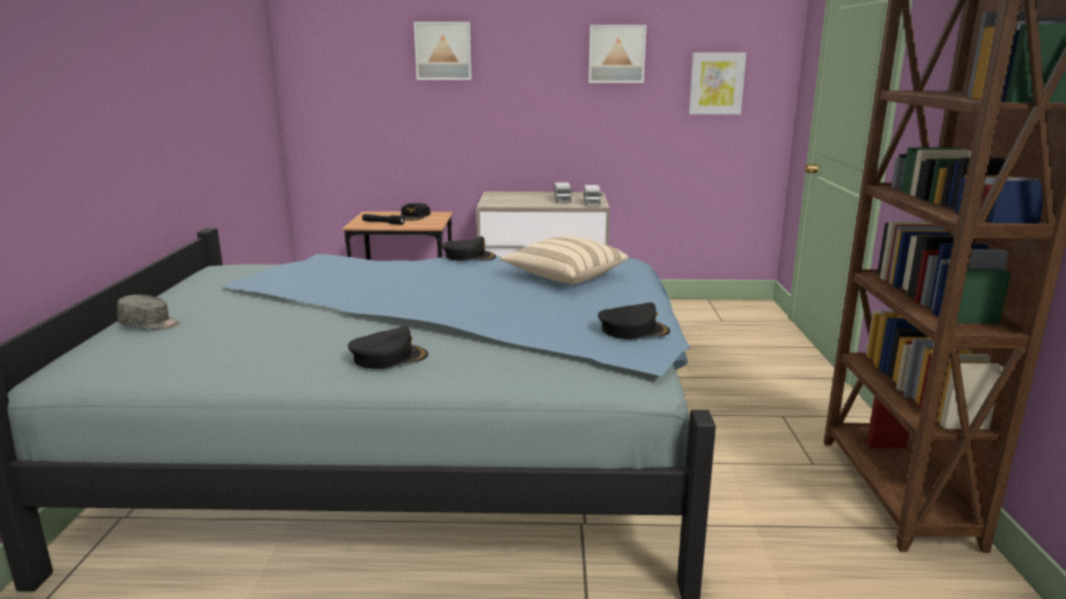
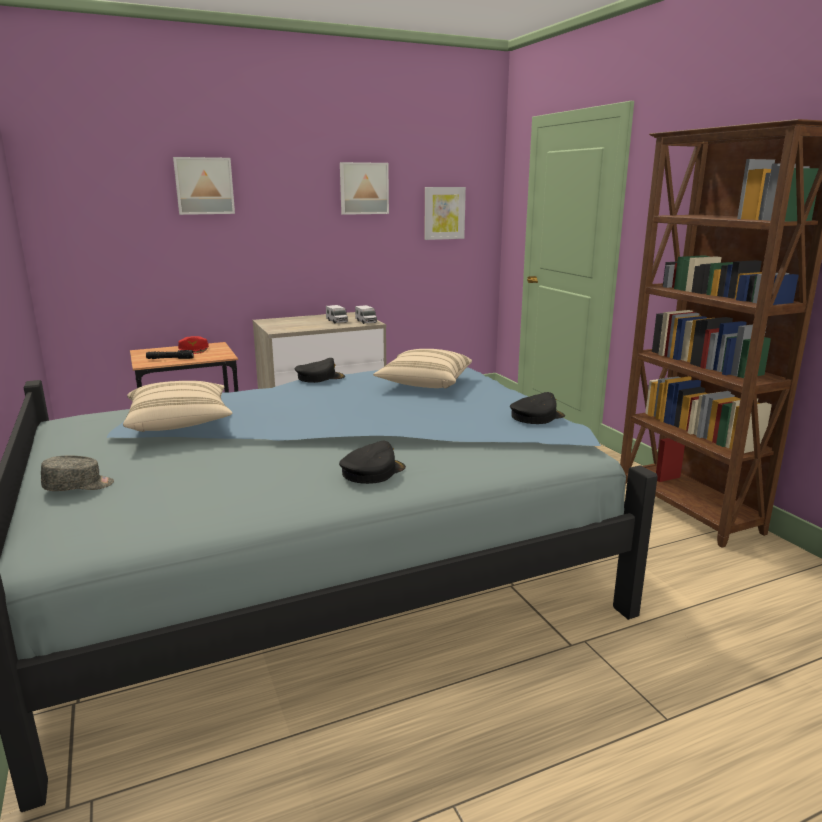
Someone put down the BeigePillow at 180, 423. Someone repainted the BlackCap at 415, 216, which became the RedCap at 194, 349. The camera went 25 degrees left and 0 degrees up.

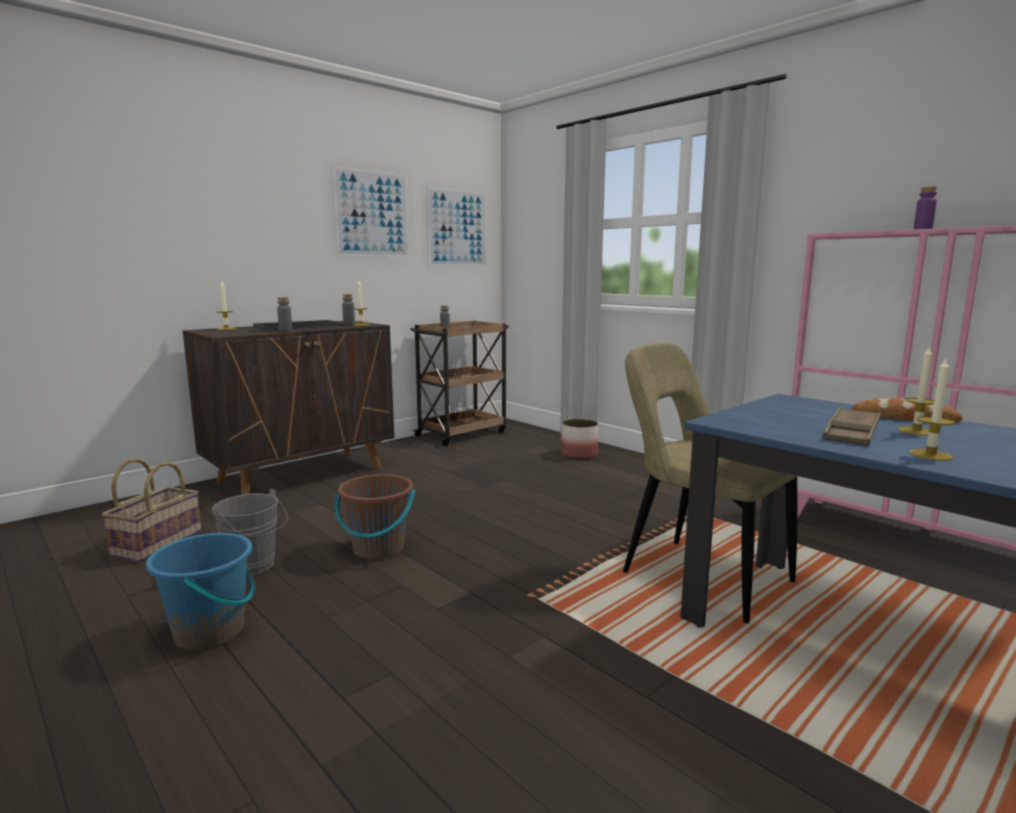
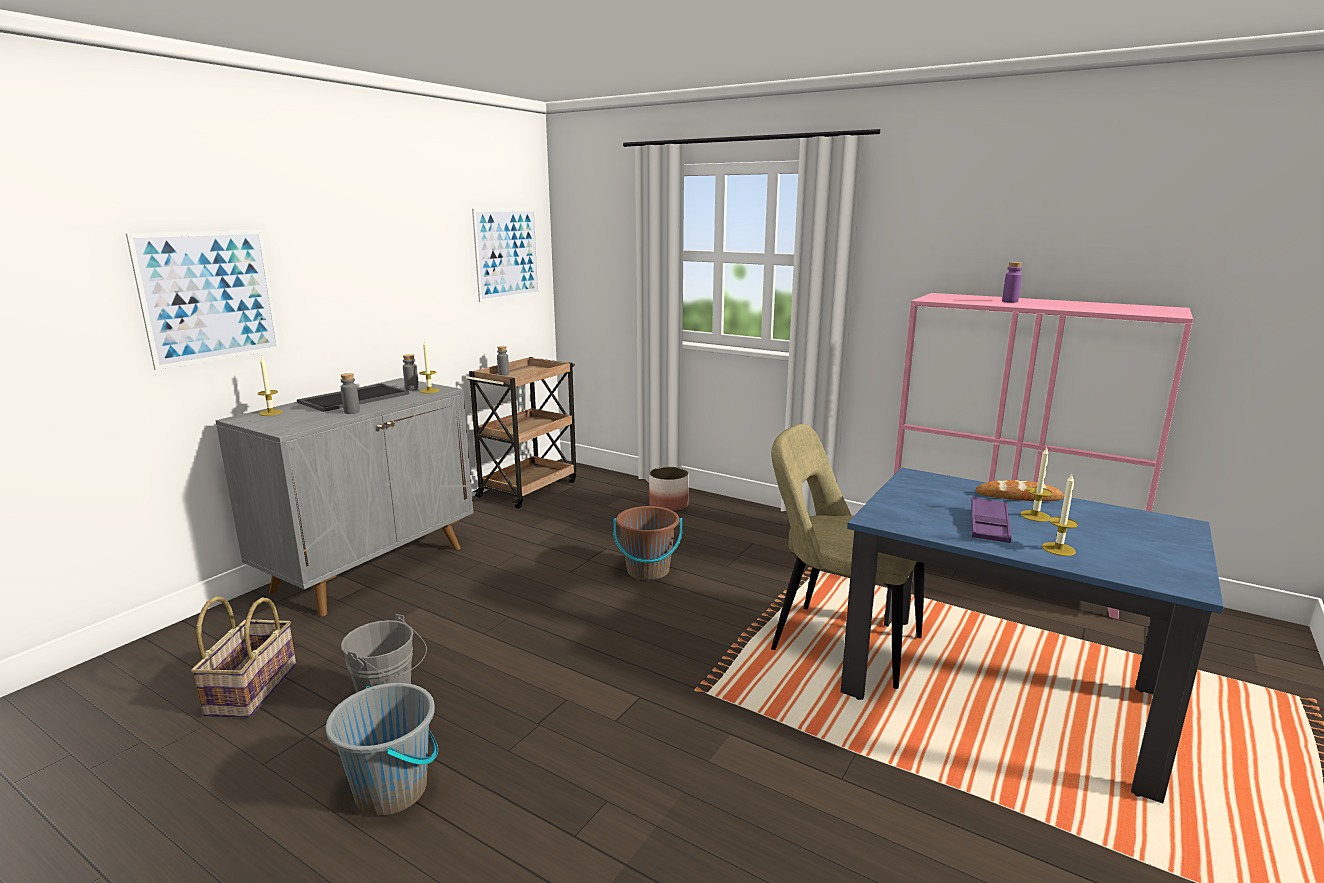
Someone carried the Picture from 372, 214 to 209, 296. Someone carried the BrownBucket from 378, 549 to 648, 571. Someone repainted the BlueBucket at 210, 632, which became the GreyBucket at 392, 790. Someone repainted the BrownCabinet at 303, 474, which became the GreyCabinet at 372, 568. Someone repainted the BrownTray at 851, 433, which became the PurpleTray at 989, 525. The camera went 15 degrees left and 5 degrees up.

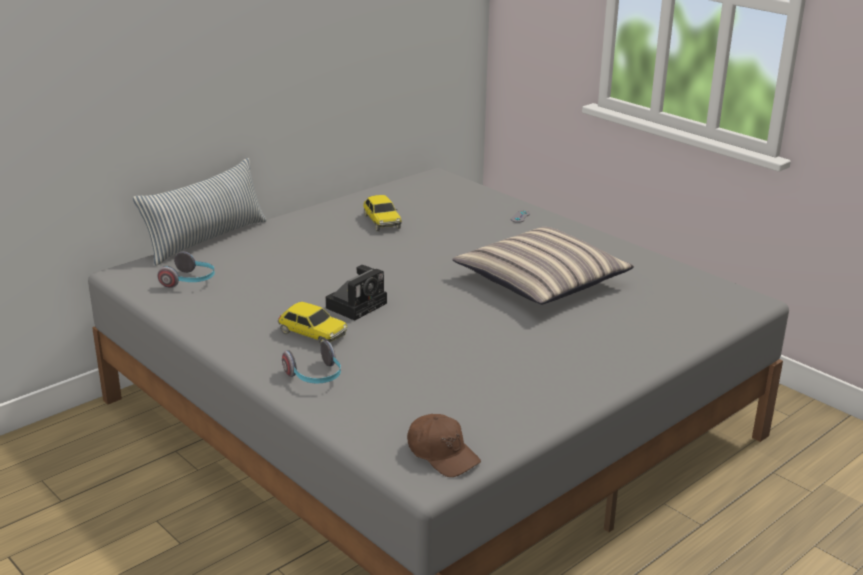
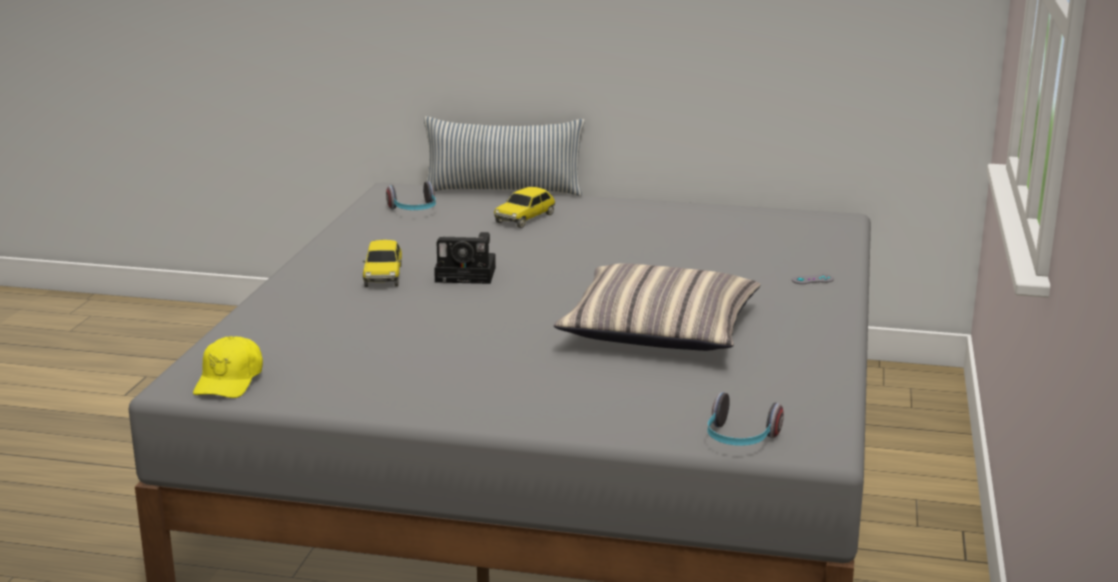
Someone carried the Headphones from 315, 377 to 739, 440. Someone carried the ToyCar from 381, 221 to 525, 218. Someone repainted the BrownCap at 442, 454, which became the YellowCap at 230, 381. The camera went 55 degrees right and 5 degrees down.

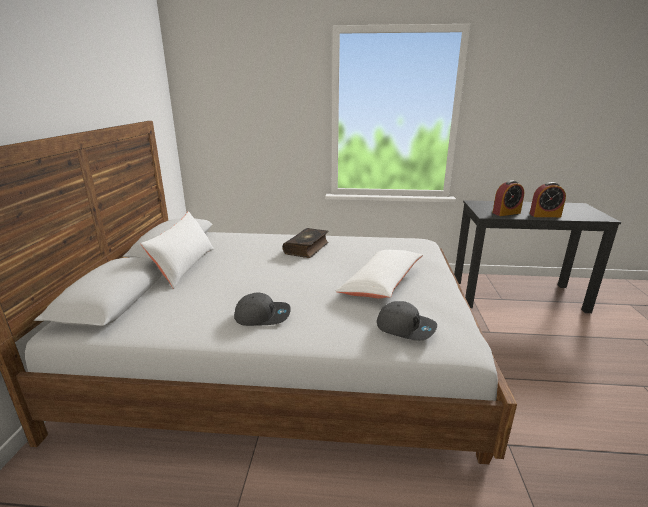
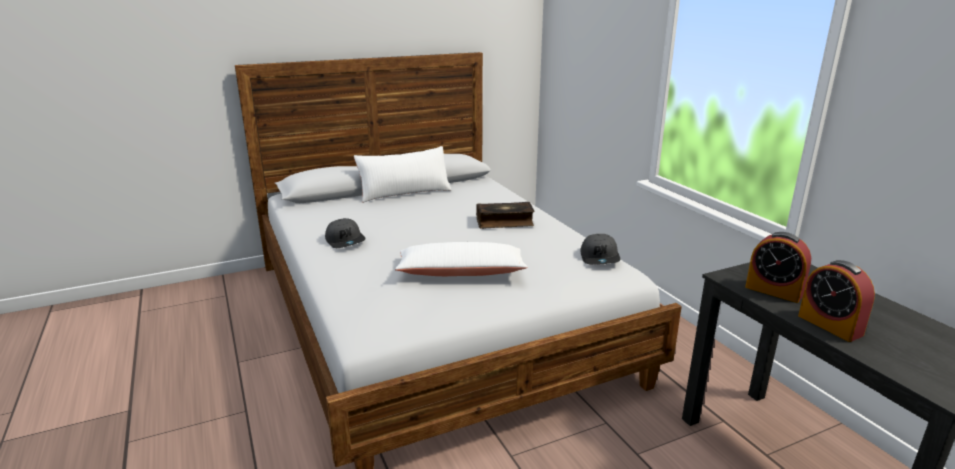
Someone carried the GreyCap from 405, 327 to 600, 258. The camera went 60 degrees right and 0 degrees up.

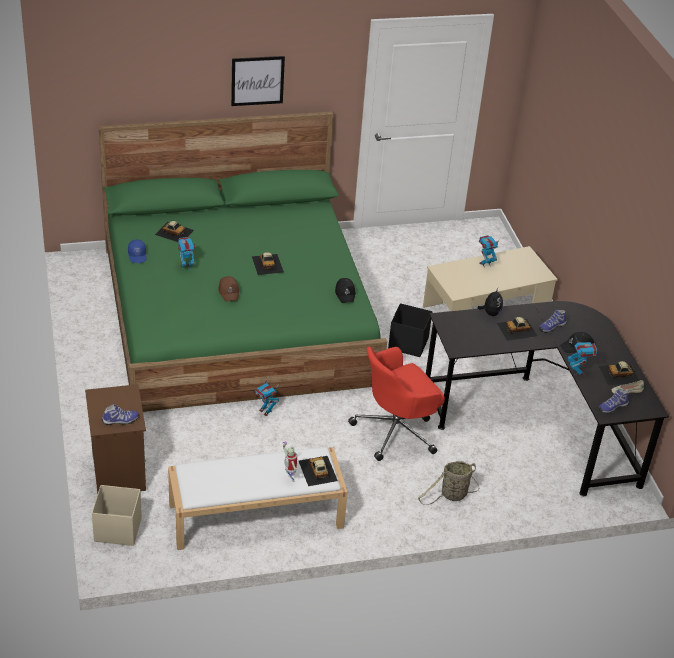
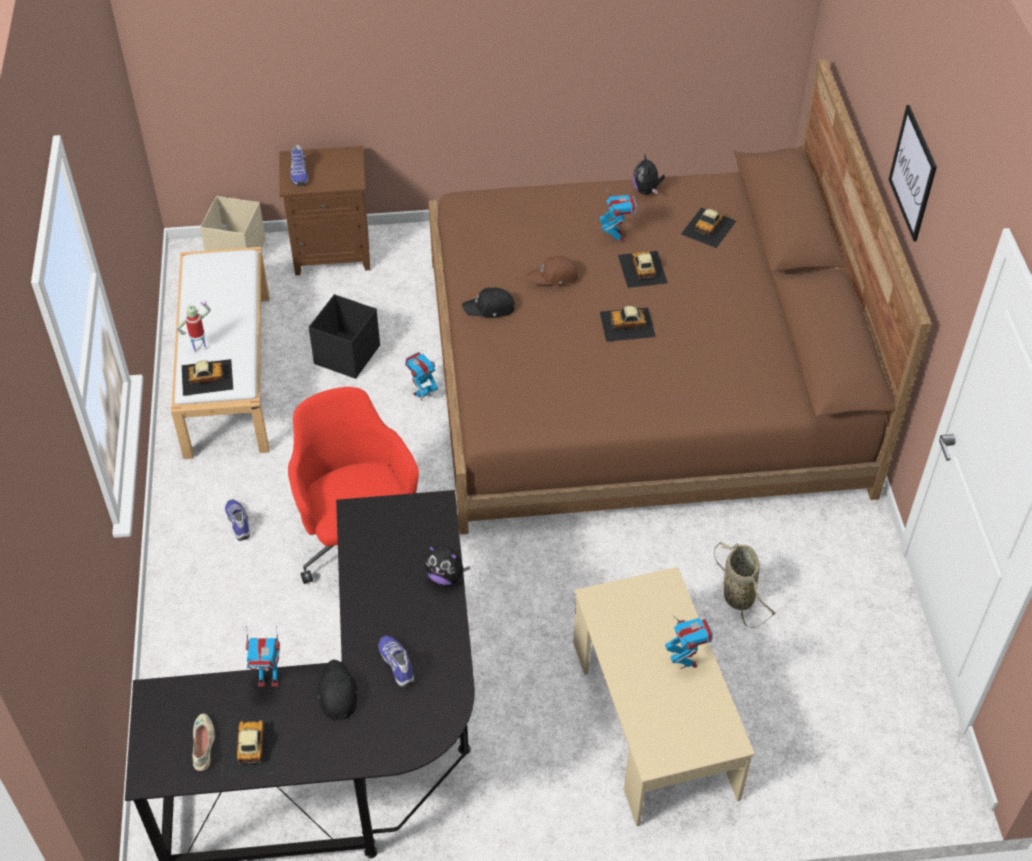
Someone carried the BlackCap from 345, 293 to 490, 308. Someone carried the BlackStorageBox from 407, 343 to 348, 354. Someone carried the Basket from 452, 495 to 737, 594. Someone carried the ToyCar from 517, 329 to 642, 269. Someone carried the Shoe from 612, 407 to 239, 522. Someone swapped the BlueCap at 137, 256 for the PlushToy at 646, 190. Someone repainted the GreenBed at 236, 315, which became the BrownBed at 641, 374. The camera went 100 degrees right and 10 degrees up.

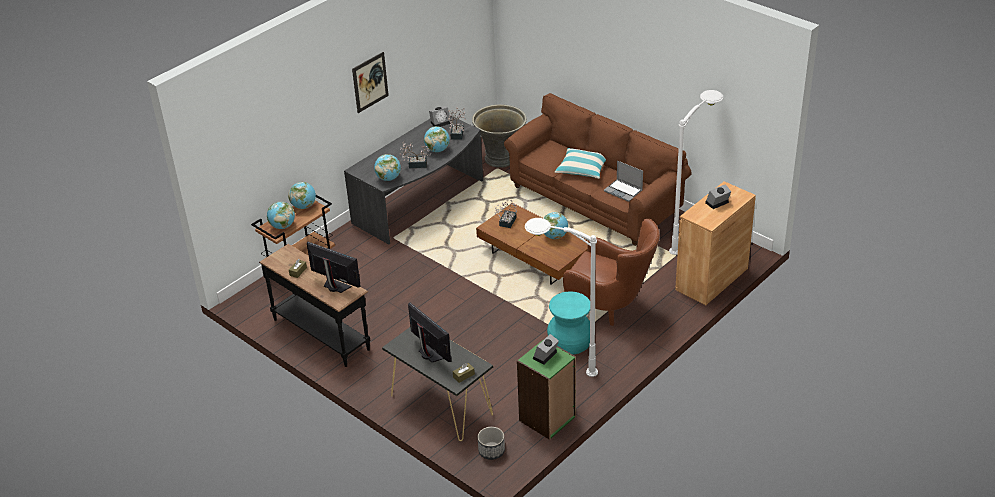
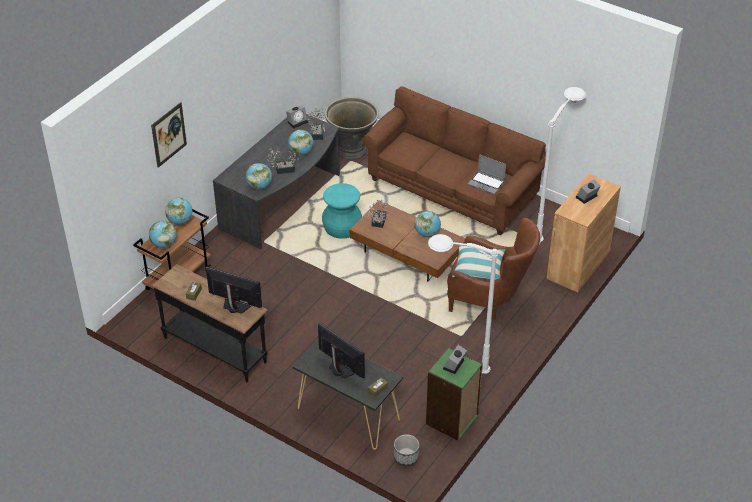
Someone carried the Picture from 370, 82 to 169, 134. Someone carried the TurquoiseStool from 570, 341 to 342, 227. Someone carried the Pillow from 582, 169 to 478, 268. The camera went 10 degrees left and 5 degrees up.

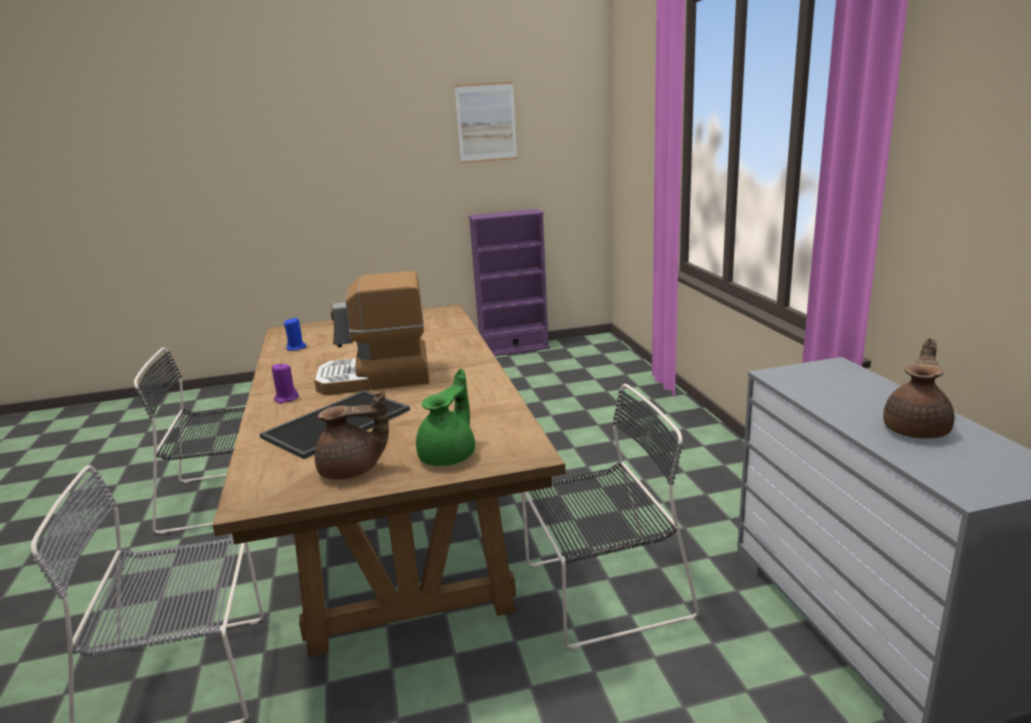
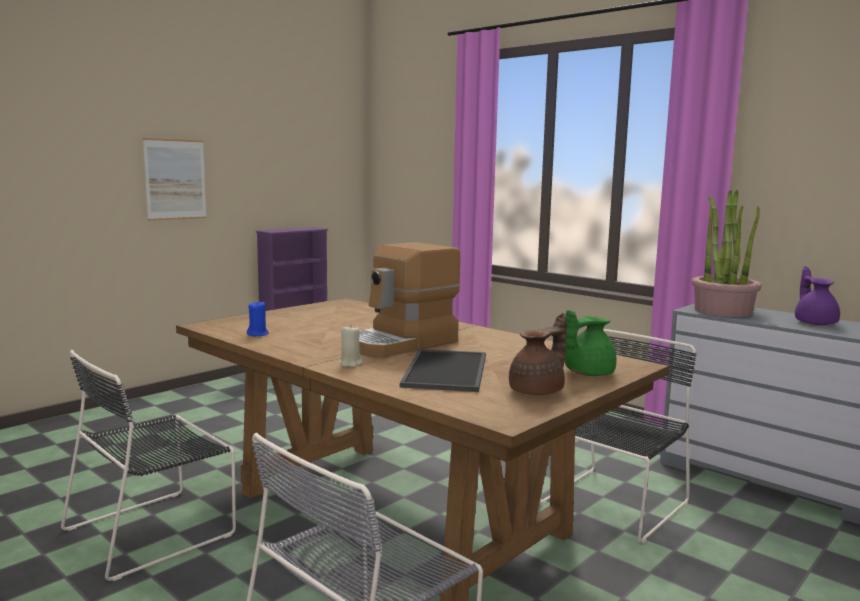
Someone put down the PottedPlant at 723, 311. Someone carried the Picture from 486, 122 to 175, 179. Someone repainted the PurpleCandle at 286, 398, which became the BeigeCandle at 350, 363. Someone repainted the BrownTeapot at 917, 429, which became the PurpleTeapot at 814, 323. Someone rotated the GreenTeapot at 449, 456 by 120 degrees counterclockwise. The camera went 35 degrees left and 10 degrees down.

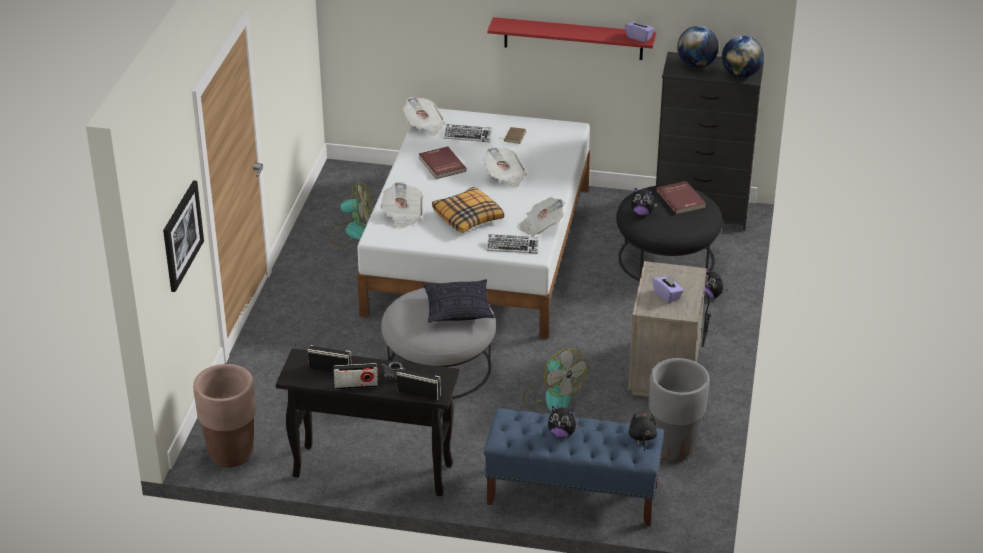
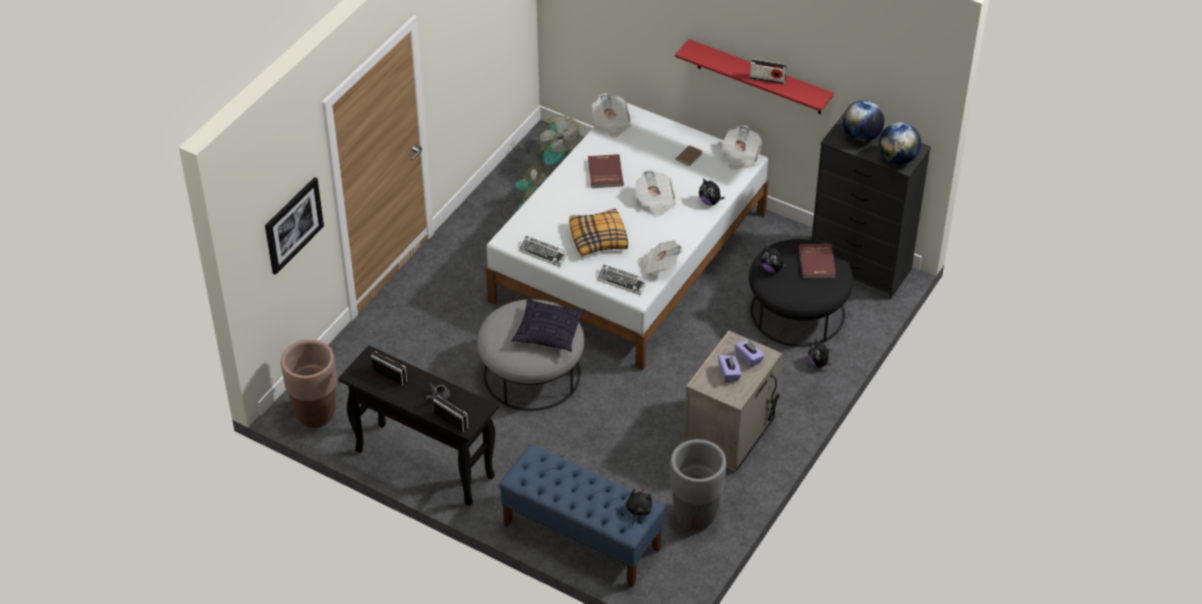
Someone carried the Radio from 356, 385 to 767, 79. Someone carried the Newspaper from 402, 216 to 740, 157. Someone carried the Keyboard from 468, 136 to 543, 253. Someone carried the Fan from 552, 395 to 552, 150. Someone carried the PlushToy from 562, 433 to 710, 201. Someone carried the PurpleTissueBox from 639, 37 to 749, 358. The camera went 20 degrees right and 10 degrees up.

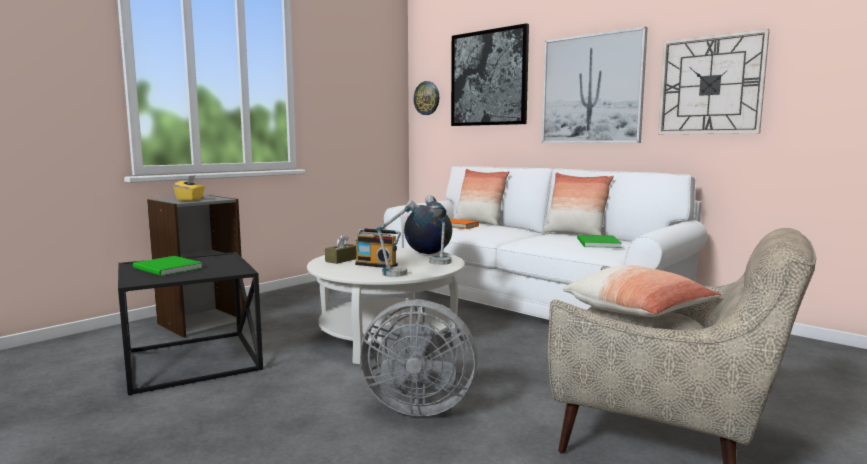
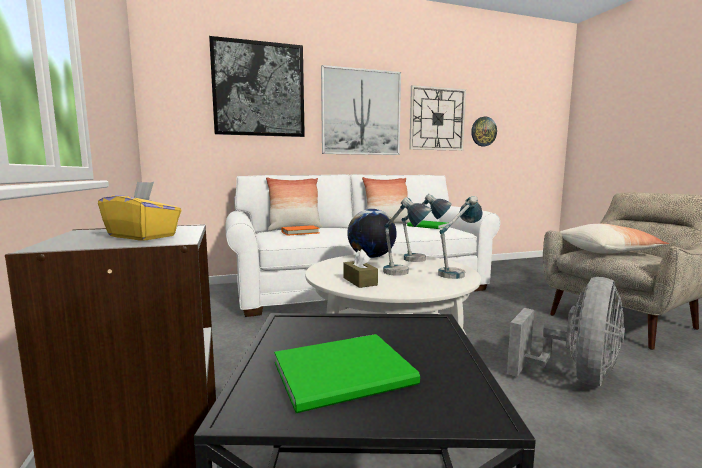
Someone carried the WallClock from 427, 98 to 483, 131. Someone swapped the Radio at 377, 265 for the TableLamp at 403, 274. The camera went 60 degrees left and 0 degrees up.

